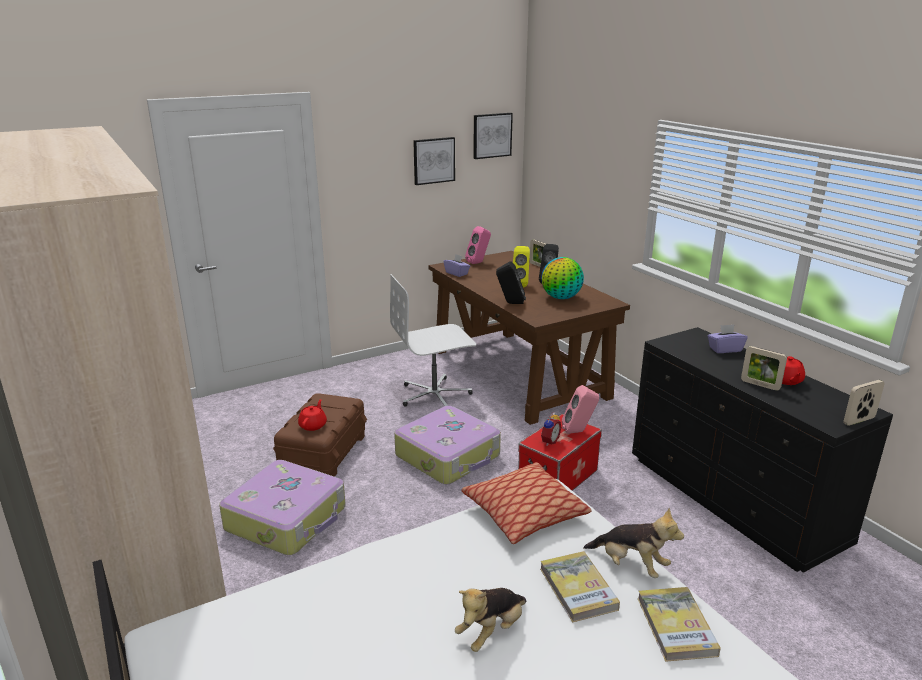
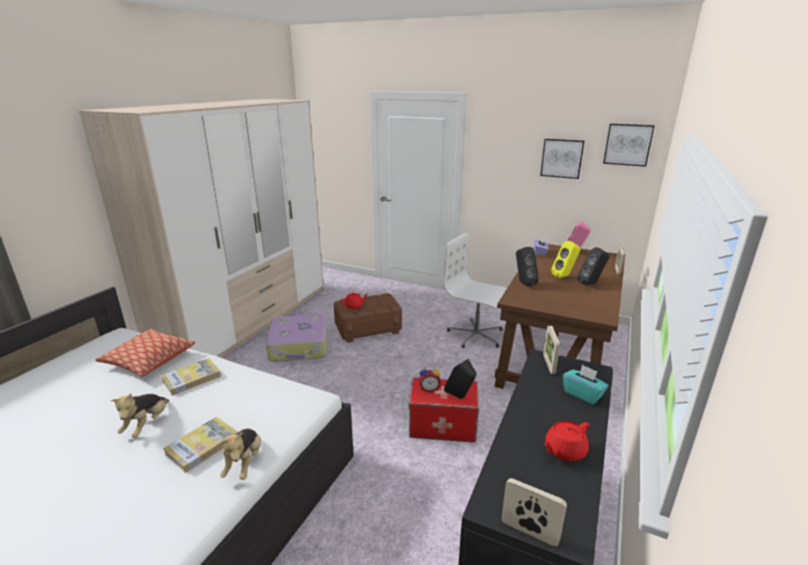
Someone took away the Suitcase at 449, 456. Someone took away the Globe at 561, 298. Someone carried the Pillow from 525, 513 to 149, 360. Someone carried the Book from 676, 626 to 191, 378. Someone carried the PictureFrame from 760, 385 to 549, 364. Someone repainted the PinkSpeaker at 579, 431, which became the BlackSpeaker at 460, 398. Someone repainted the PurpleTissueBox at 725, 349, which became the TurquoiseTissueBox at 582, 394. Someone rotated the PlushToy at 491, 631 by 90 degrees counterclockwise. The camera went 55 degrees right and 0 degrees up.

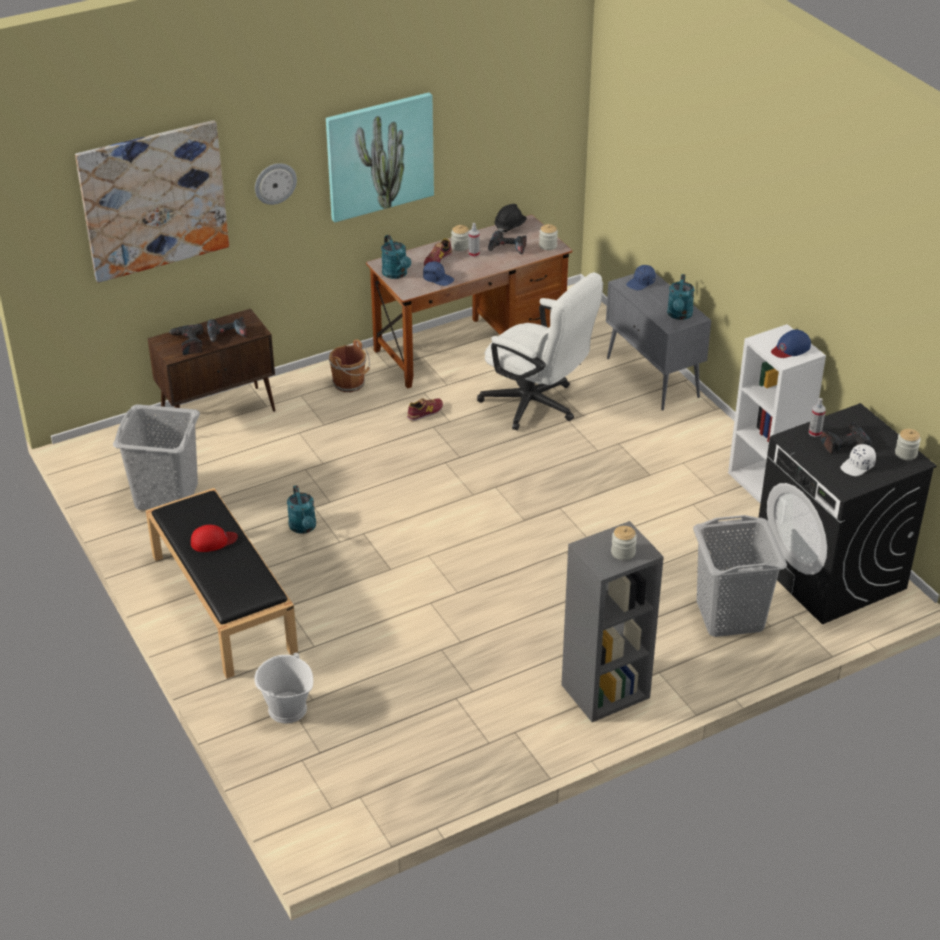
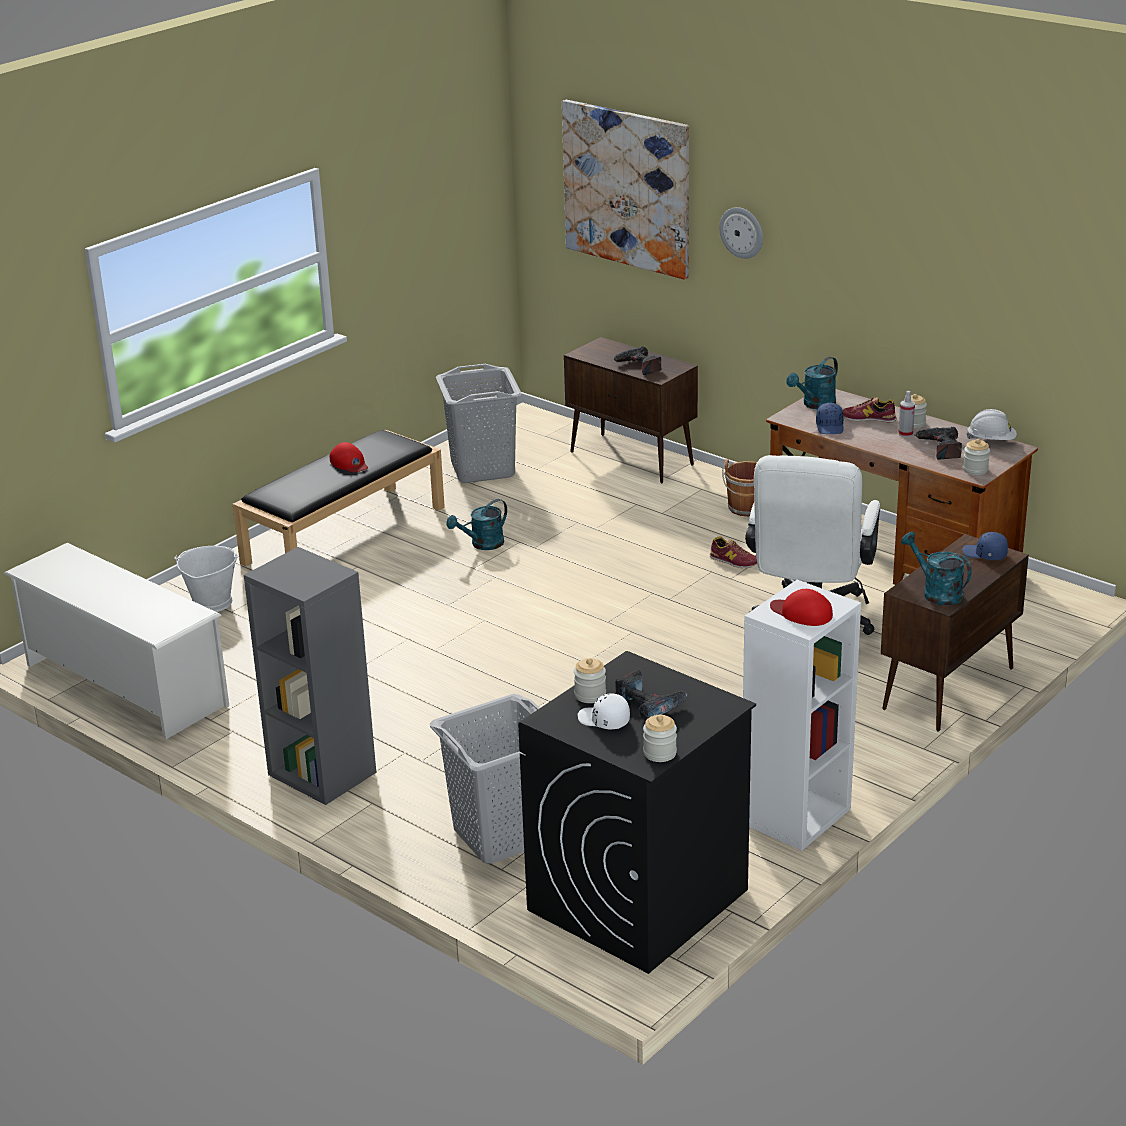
Someone took away the PowerDrill at 188, 343. Someone took away the Picture at 379, 156. Someone took away the SprayBottle at 815, 432. Someone put down the WhiteShoeRack at 124, 684. Someone carried the Jar from 623, 552 to 590, 695. Someone repainted the BlackHardHat at 510, 227, which became the WhiteHardHat at 991, 441. Someone repainted the GreyCabinet at 653, 378, which became the BrownCabinet at 948, 689. Someone repainted the BlueCap at 790, 348, which became the RedCap at 801, 613. Someone rotated the TurquoiseWateringCan at 679, 315 by 60 degrees clockwise. The camera went 70 degrees right and 10 degrees down.

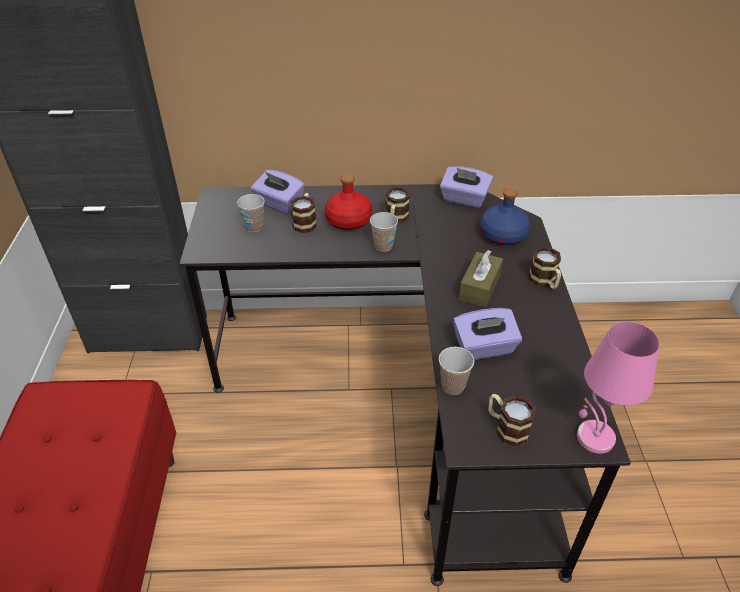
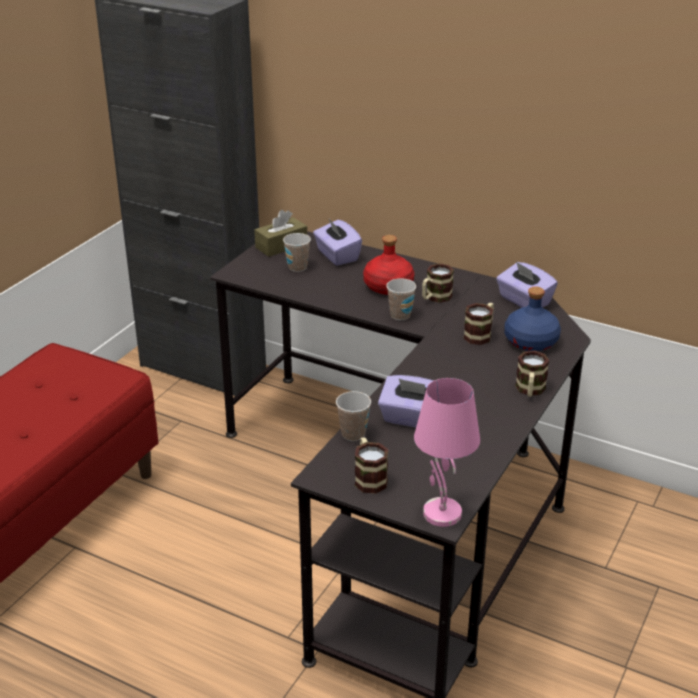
Someone carried the Mug from 305, 222 to 480, 334. Someone carried the BrownTissueBox from 479, 287 to 281, 246. The camera went 30 degrees right and 10 degrees down.

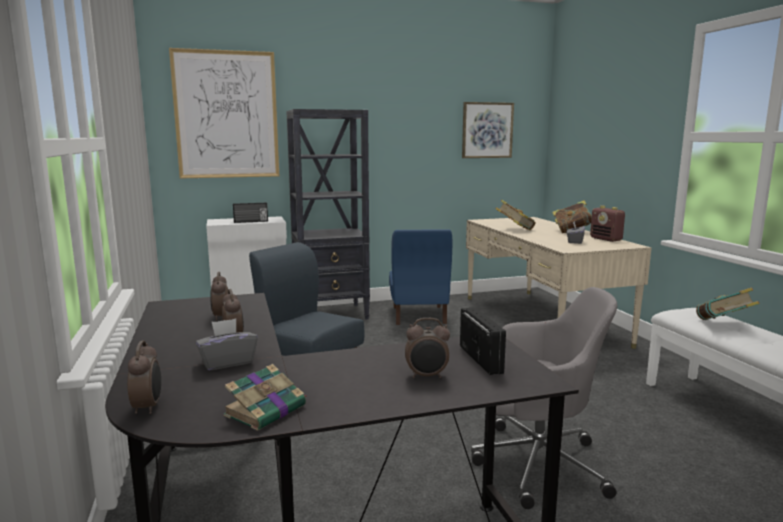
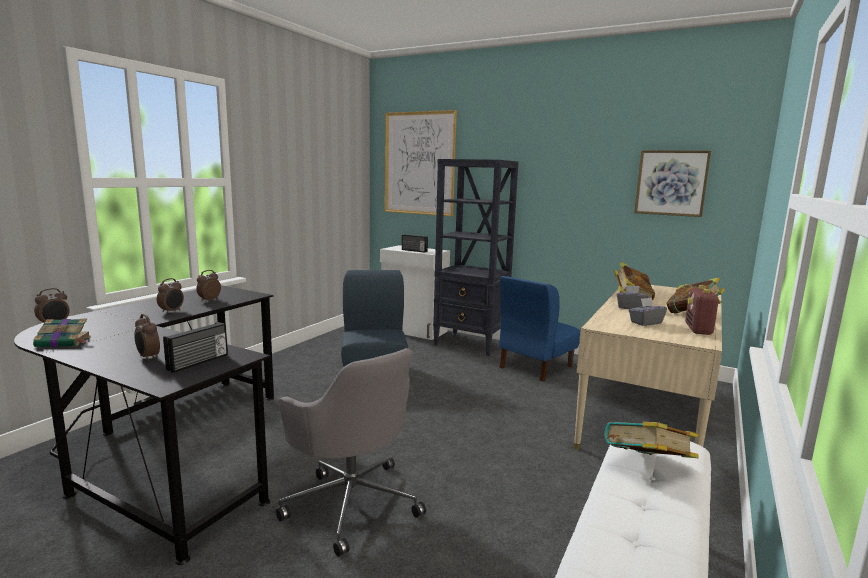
Someone carried the GreyTissueBox from 227, 362 to 630, 307. The camera went 45 degrees right and 0 degrees up.

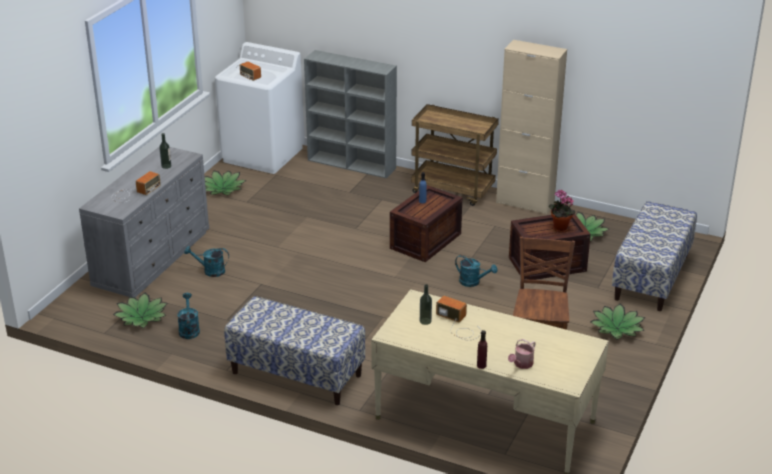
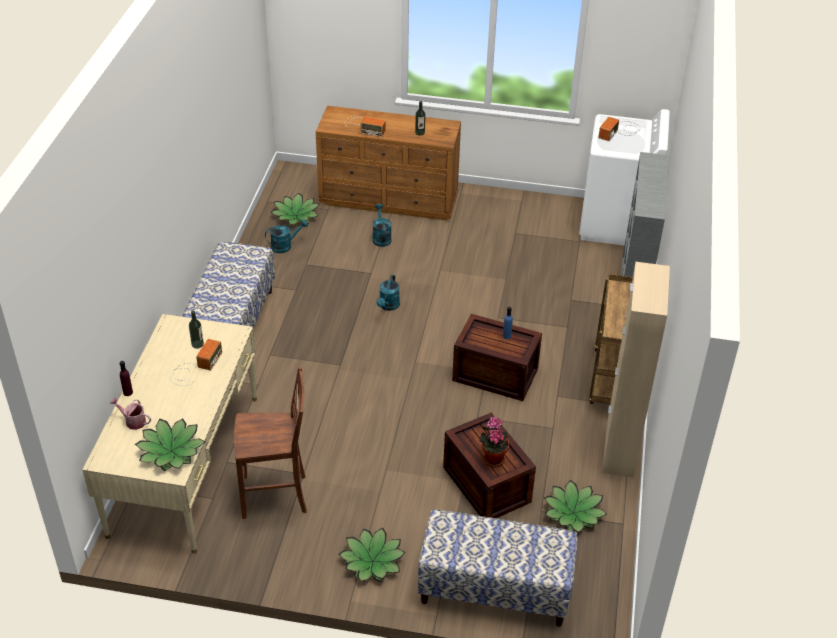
Someone carried the PottedPlant from 223, 188 to 171, 451. Someone carried the TurquoiseWateringCan from 473, 282 to 388, 306. Someone repainted the GreyDresser at 153, 258, which became the BrownDresser at 389, 199. The camera went 75 degrees right and 10 degrees up.

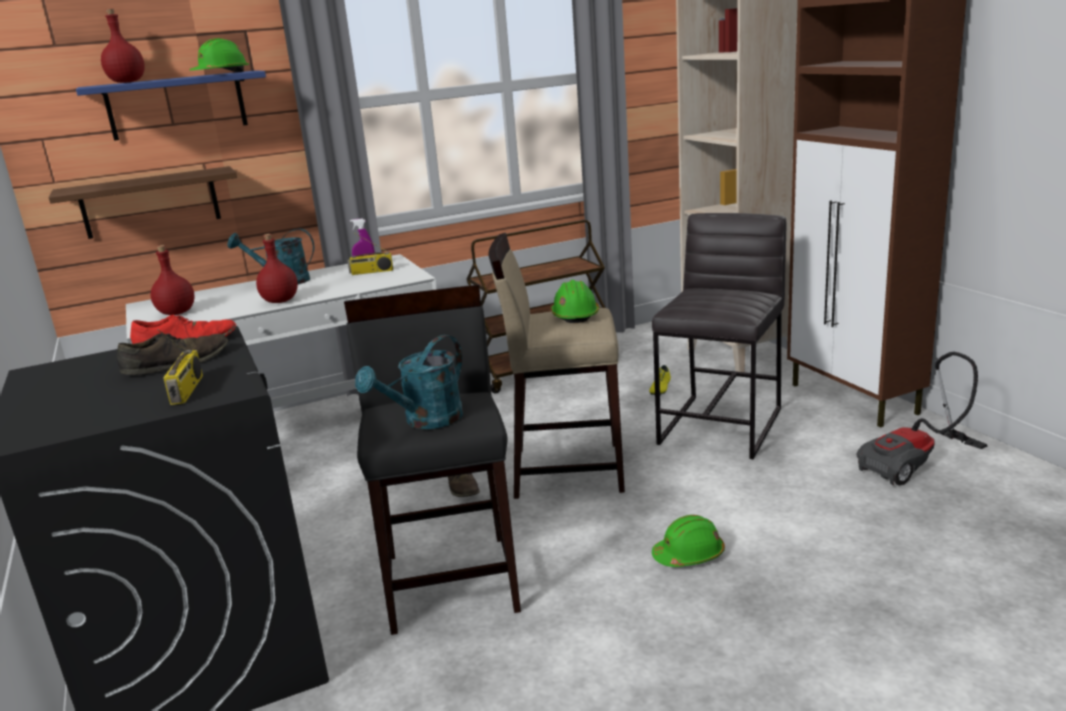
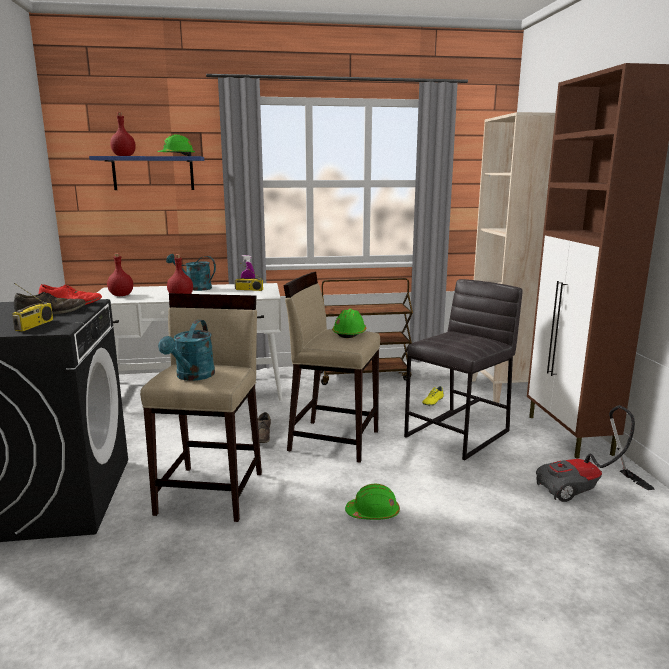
Someone took away the BrownShelf at 150, 203. Someone repainted the BlackStool at 452, 581, which became the BeigeStool at 212, 492. Someone rotated the TurquoiseWateringCan at 425, 421 by 45 degrees counterclockwise. The camera went 15 degrees right and 5 degrees down.

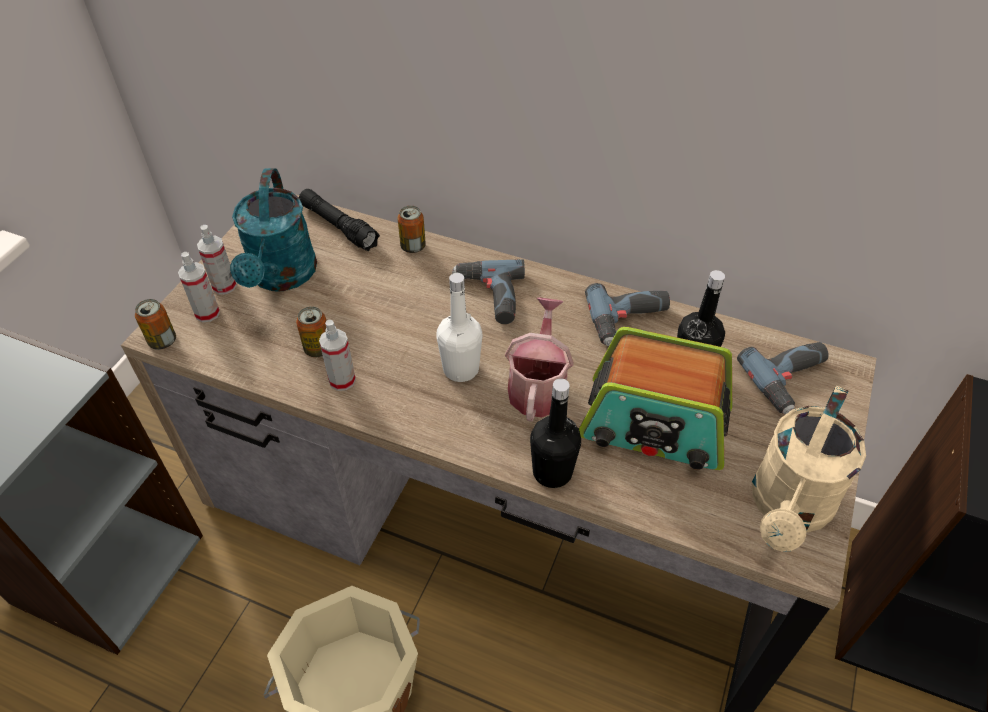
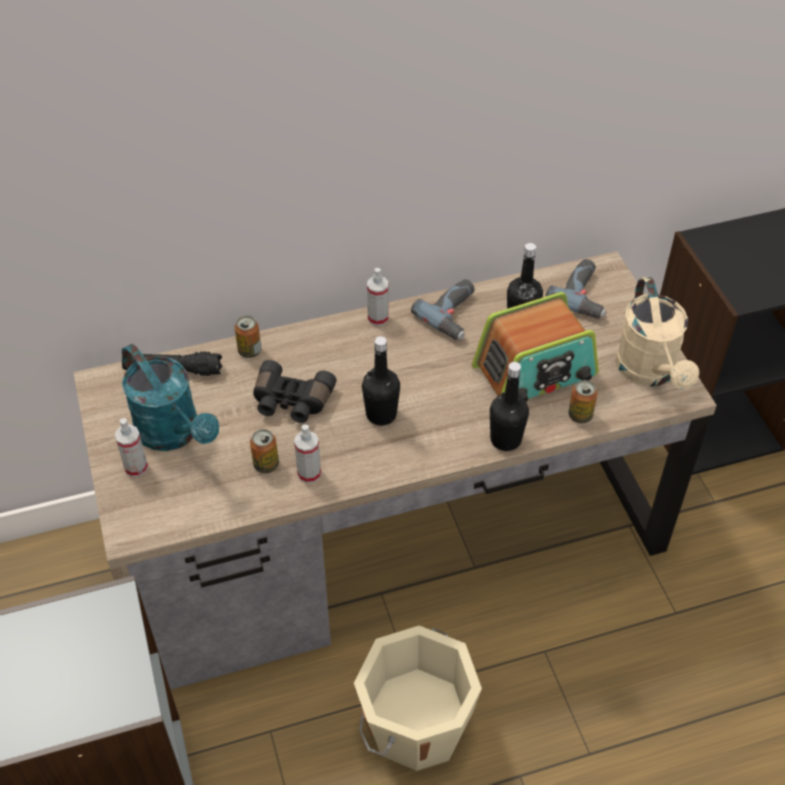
Someone took away the PowerDrill at 489, 297. Someone took away the WateringCan at 538, 385. Someone put down the BlackBinoculars at 291, 402. Someone carried the Can from 162, 341 to 580, 415. Someone carried the SprayBottle from 207, 313 to 378, 318. Someone repainted the WhiteBottle at 461, 369, which became the BlackBottle at 381, 414. The camera went 40 degrees left and 0 degrees up.

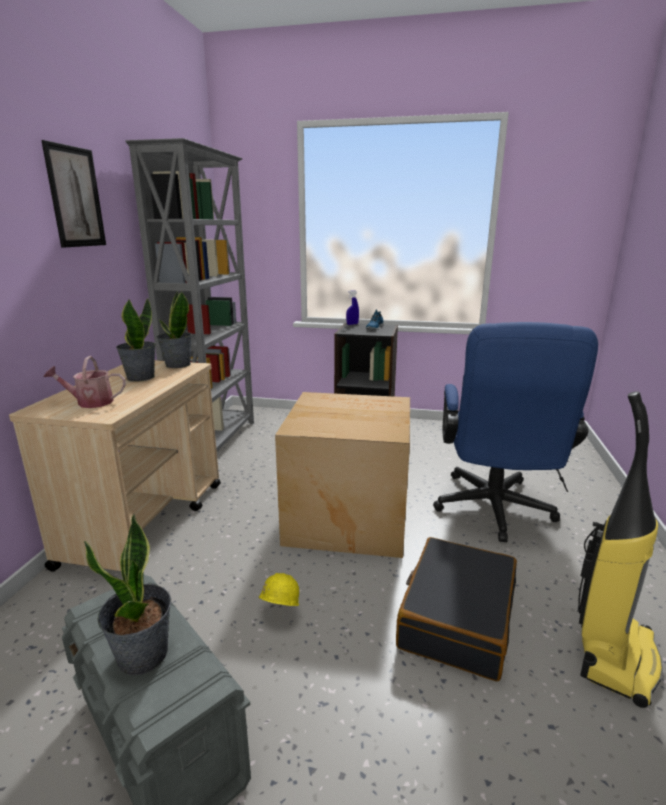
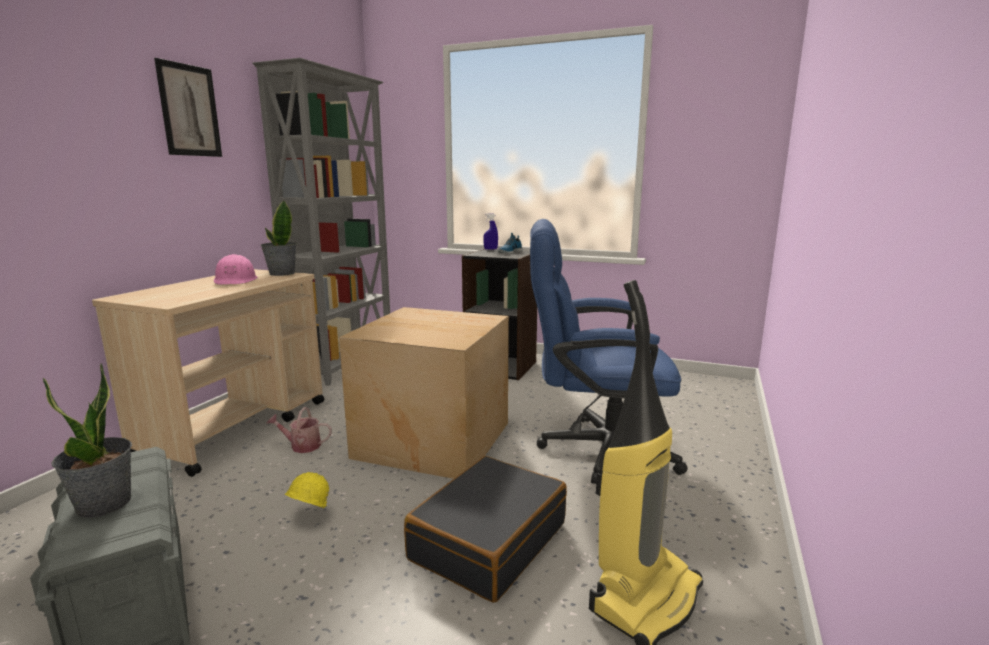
Someone carried the WateringCan from 90, 402 to 301, 446. Someone swapped the PottedPlant at 140, 377 for the PinkHardHat at 236, 280. Someone rotated the BlueOfficeChair at 494, 512 by 75 degrees clockwise. The camera went 10 degrees right and 5 degrees down.

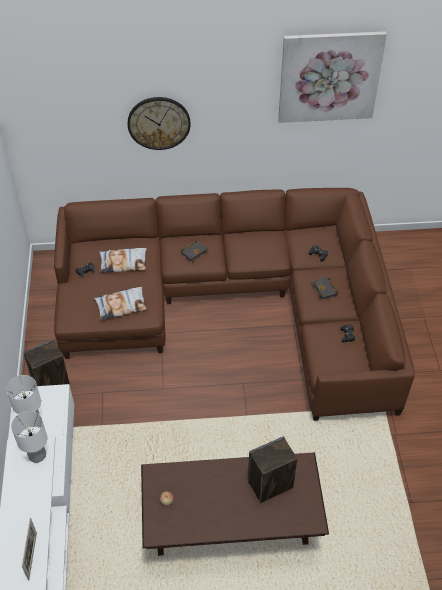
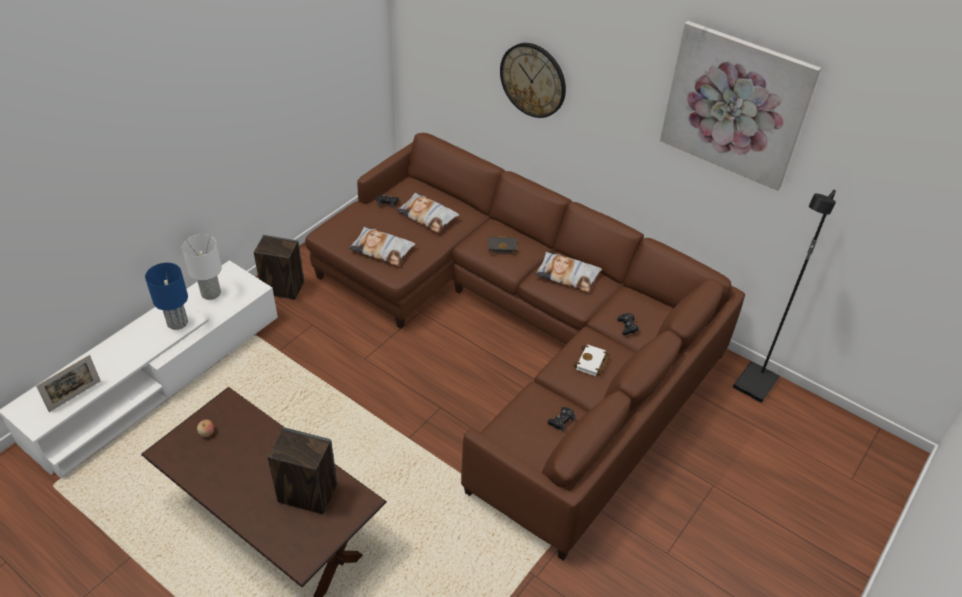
Someone put down the Pillow at 567, 275. Someone put down the BlackFloorLamp at 756, 384. Someone repainted the WhiteTableLamp at 37, 454, which became the BlueTableLamp at 178, 322. Someone repainted the BlackBook at 325, 290, which became the WhiteBook at 592, 363. The camera went 40 degrees right and 5 degrees down.

